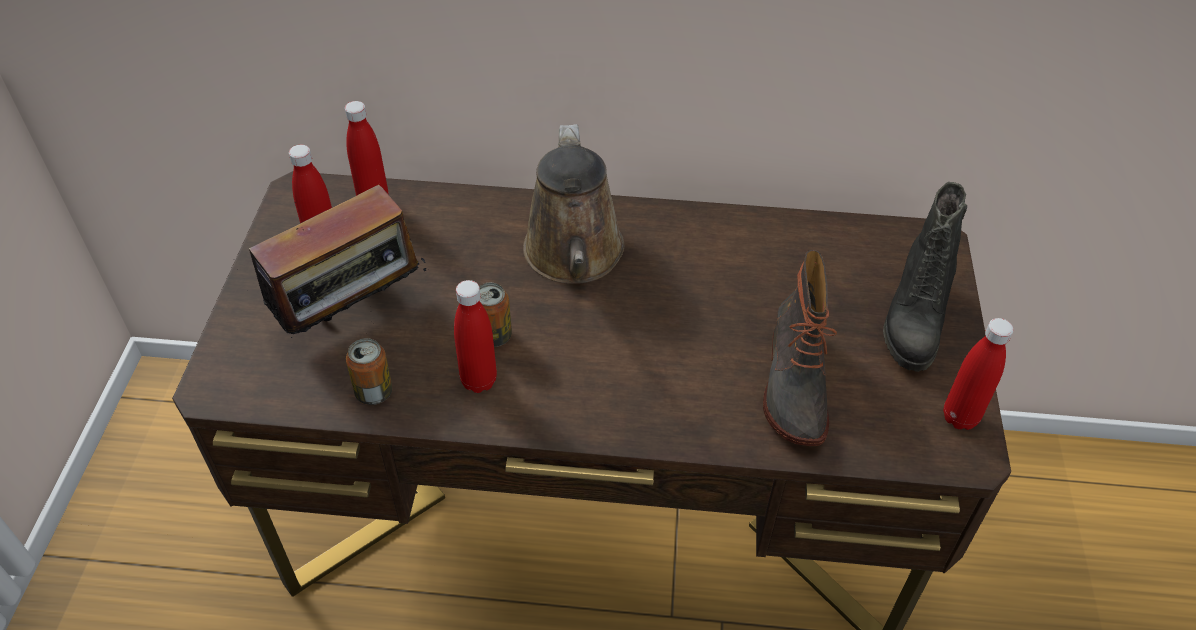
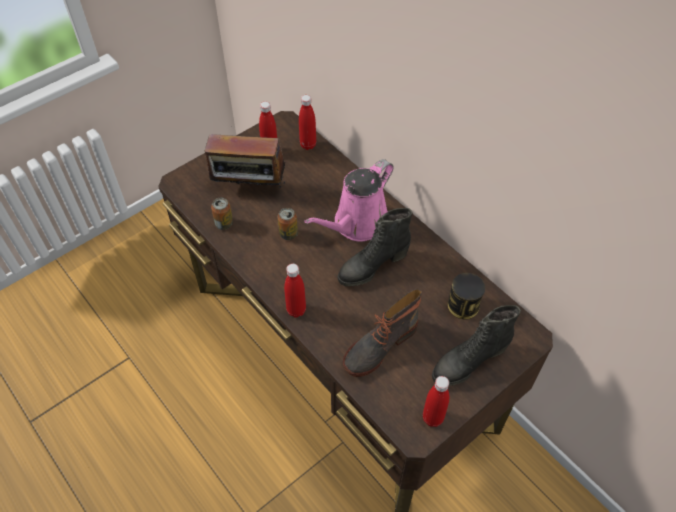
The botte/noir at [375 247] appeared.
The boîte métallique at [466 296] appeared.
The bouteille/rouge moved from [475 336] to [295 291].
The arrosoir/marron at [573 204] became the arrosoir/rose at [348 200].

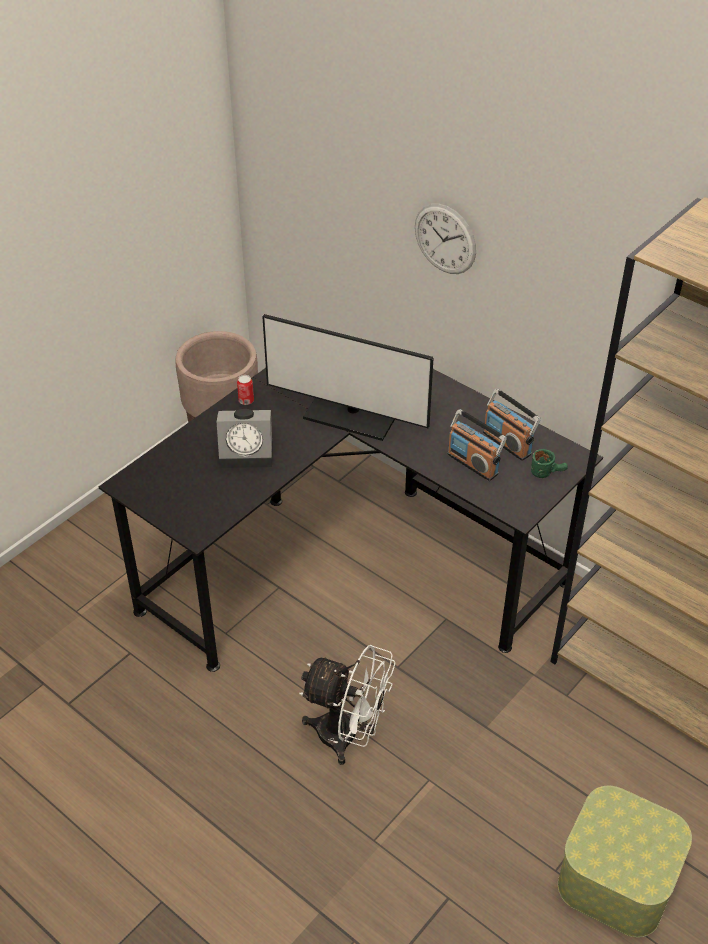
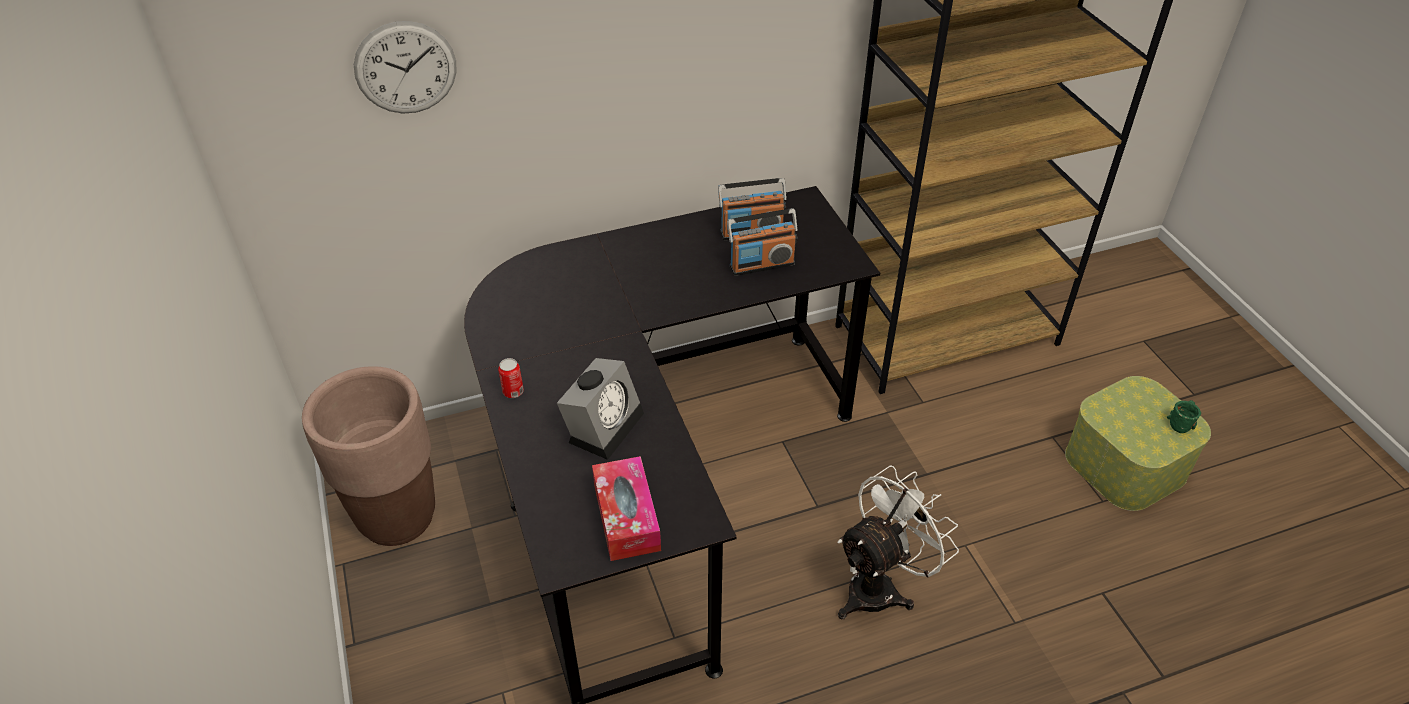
The écran d'ordinateur at [348 377] disappeared.
The boîte à mouchoirs at [626 508] appeared.
The horloge murale moved from [445 239] to [405 67].
The mug/vert moved from [549 463] to [1184 416].

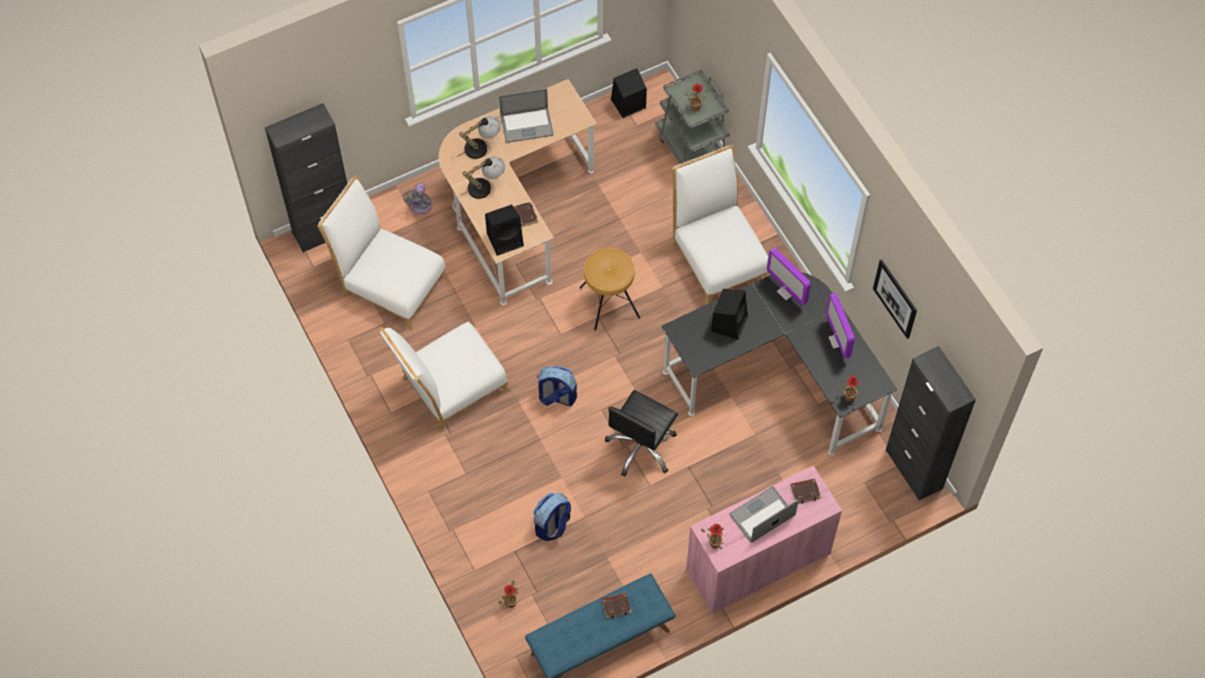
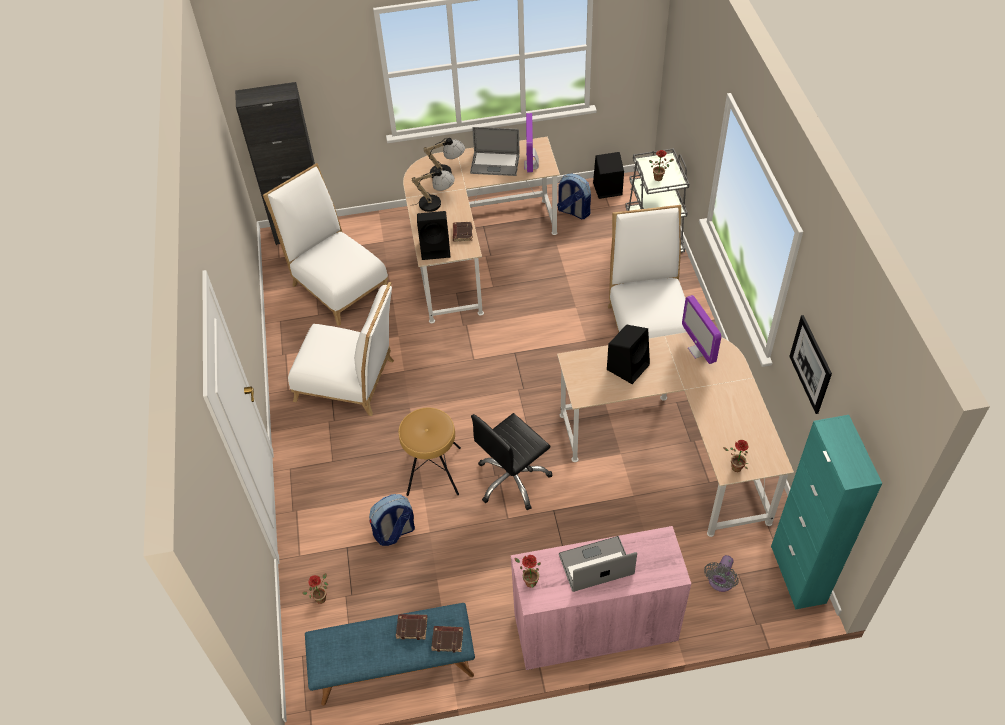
The ventilateur/gris moved from [417 198] to [721 573].
The sac à dos moved from [557 386] to [574 196].
The tabouret/marron moved from [610 289] to [430 451].
The livre/marron moved from [805 491] to [447 639].
The écran d'ordinateur moved from [840 325] to [531 142].
The bureau/noir at [779 363] became the bureau/beige at [675 434].
The meuble de rangement/noir at [931 423] became the meuble de rangement/turquoise at [826 512].
The chaise/blanc at [445 377] turned 150 degrees counterclockwise.

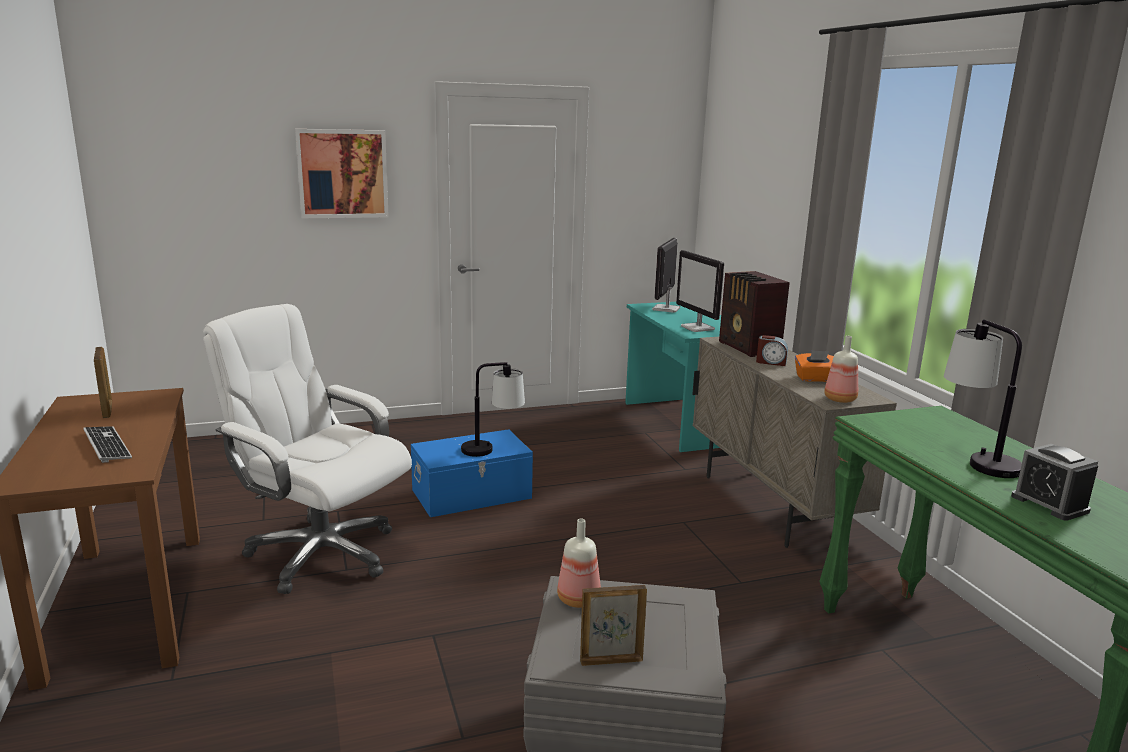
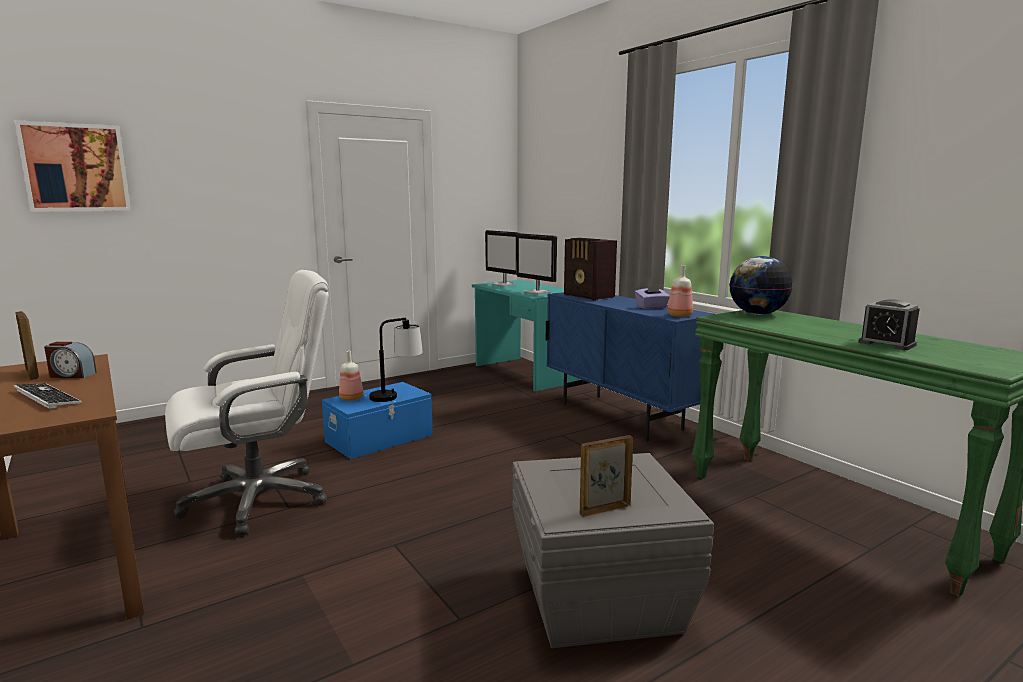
The lampe de table at [983 398] disappeared.
The globe at [761 285] appeared.
The tableau moved from [342 173] to [72 166].
The bouteille moved from [579 563] to [351 376].
The réveil moved from [772 350] to [70 360].
The meuble de rangement/beige at [794 442] became the meuble de rangement/bleu at [630 367].
The boîte à mouchoirs/orange at [814 366] became the boîte à mouchoirs/violet at [652 296].
The chaise de bureau/blanc at [307 449] turned 135 degrees clockwise.
The écran d'ordinateur at [666 275] turned 45 degrees counterclockwise.

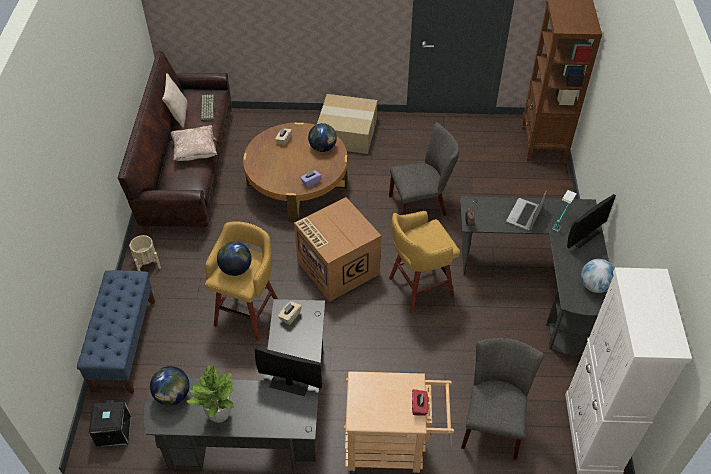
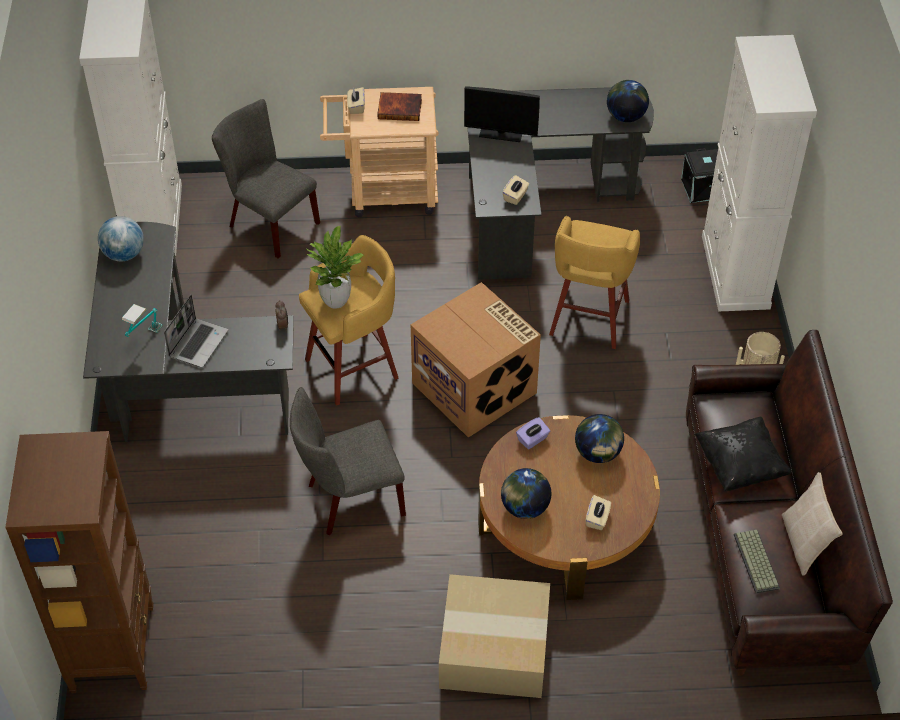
The écran d'ordinateur at [591 221] disappeared.
The livre at [399 106] appeared.
The plante en pot moved from [210 394] to [335 267].
The globe moved from [234 259] to [599 438].
The banc/bleu at [116 332] was replaced by the meuble de rangement/blanc at [759 173].
The coussin/beige at [194 143] became the coussin/noir at [743 454].
The boîte à mouchoirs/rouge at [420 402] became the boîte à mouchoirs/beige at [356 100].
The chaise/gris at [502 399] turned 120 degrees clockwise.

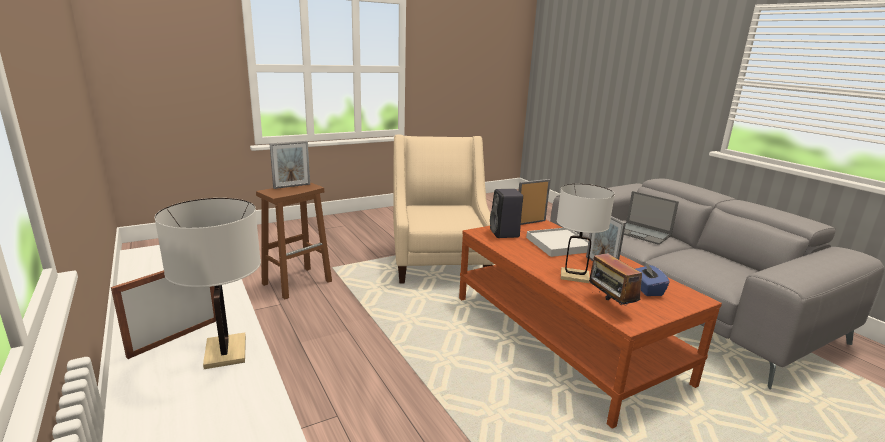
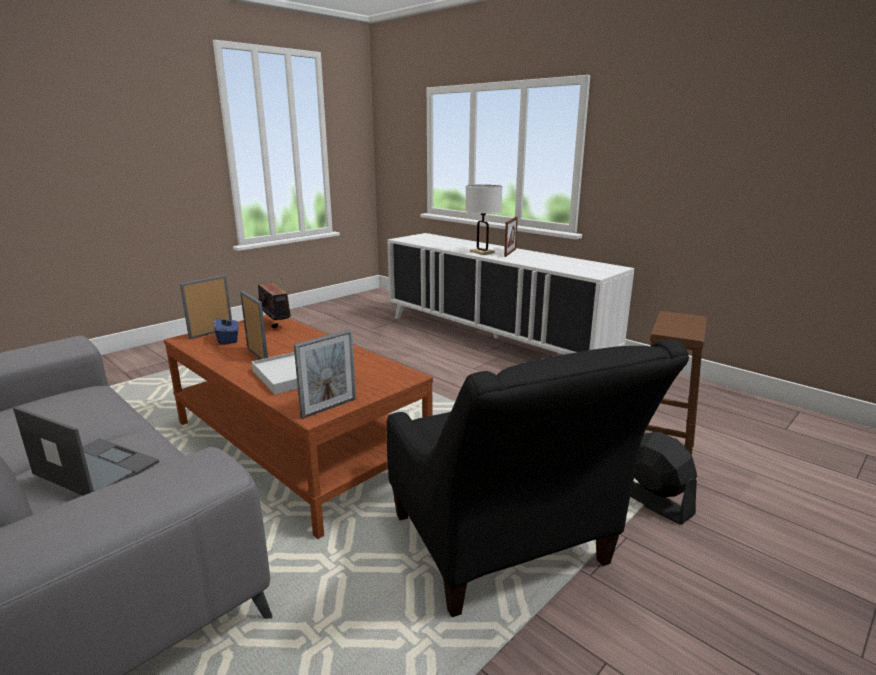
The enceinte/noir at [506 213] disappeared.
The lampe de table/blanc at [586 233] disappeared.
The ventilateur/noir at [663 478] appeared.
The cadre photo moved from [290 165] to [206 307].
The fauteuil/beige at [443 209] became the fauteuil/noir at [538 478].

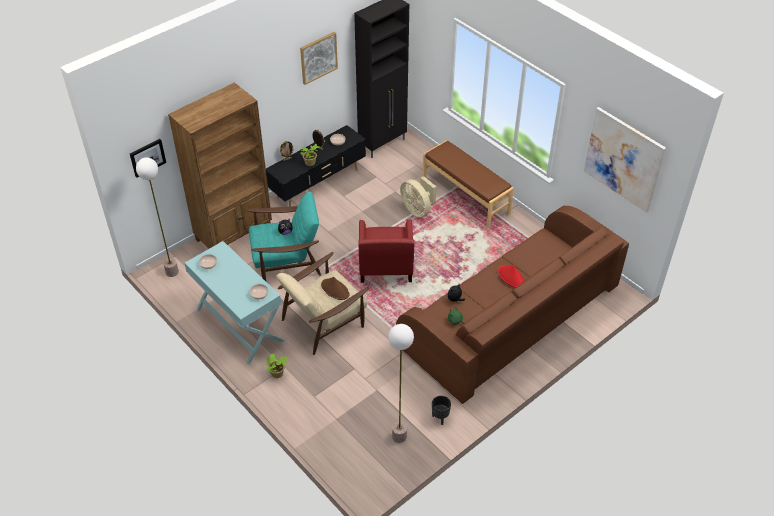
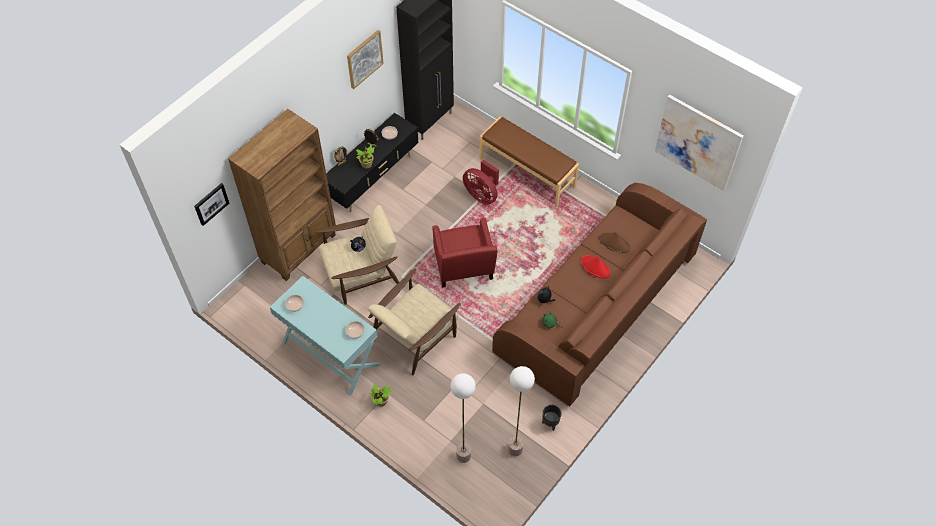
The lampadaire moved from [157 217] to [463 418].
The chapeau/marron moved from [335 288] to [614 242].
The fauteuil/turquoise at [283 236] became the fauteuil/beige at [356 255].
The ventilateur/beige at [418 196] became the ventilateur/rouge at [481 182].

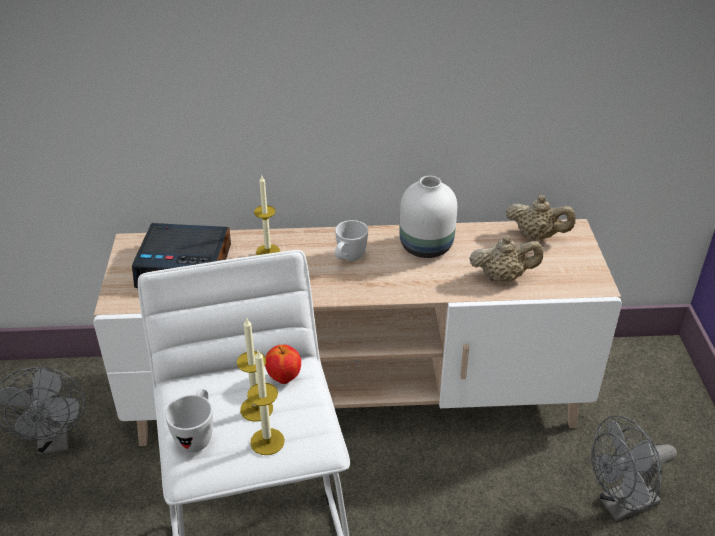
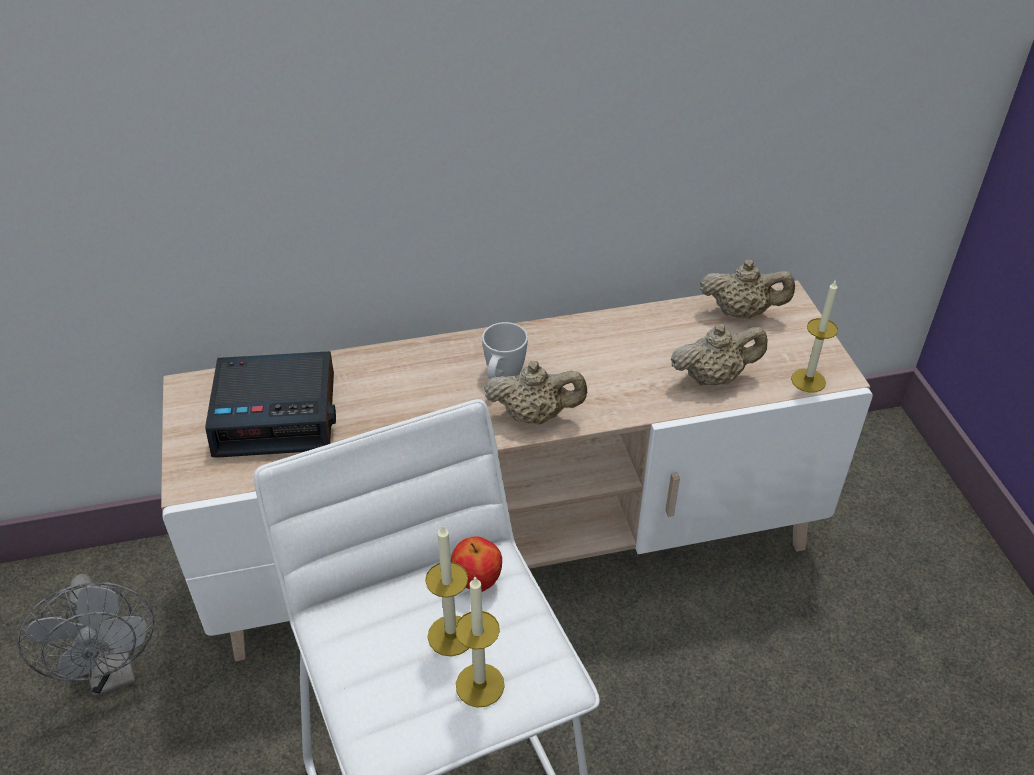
The mug/blanc at [189 420] disappeared.
The vase/blanc at [428 217] disappeared.
The ventilateur/gris at [634 468] disappeared.
The théière/beige at [535 392] appeared.
The bougie moved from [267 215] to [814 336].

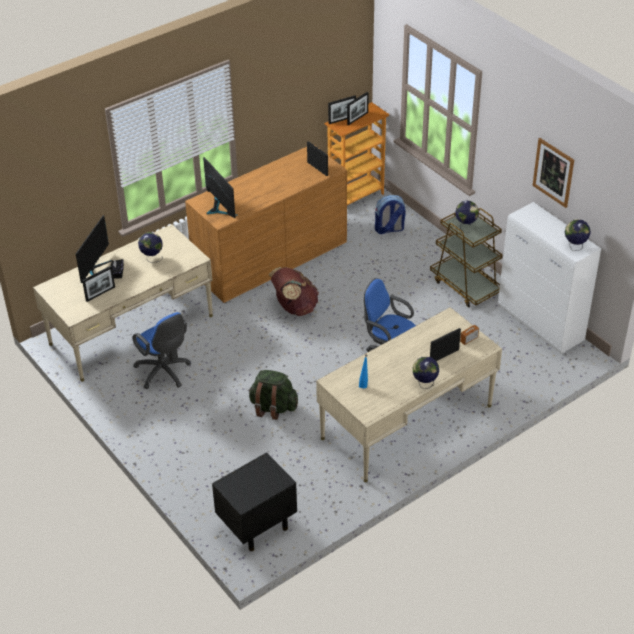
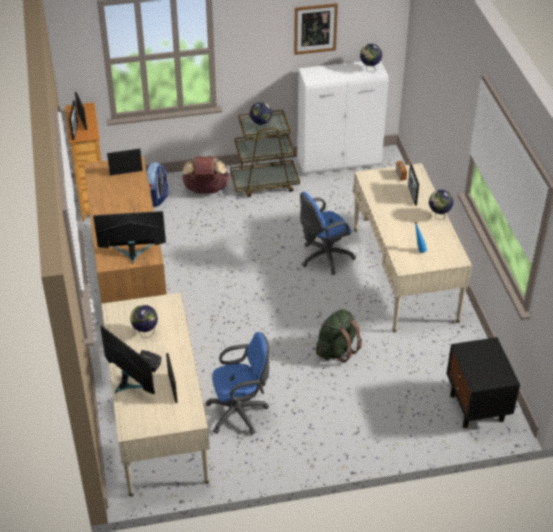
The sac à dos/marron moved from [293 291] to [205 175].

